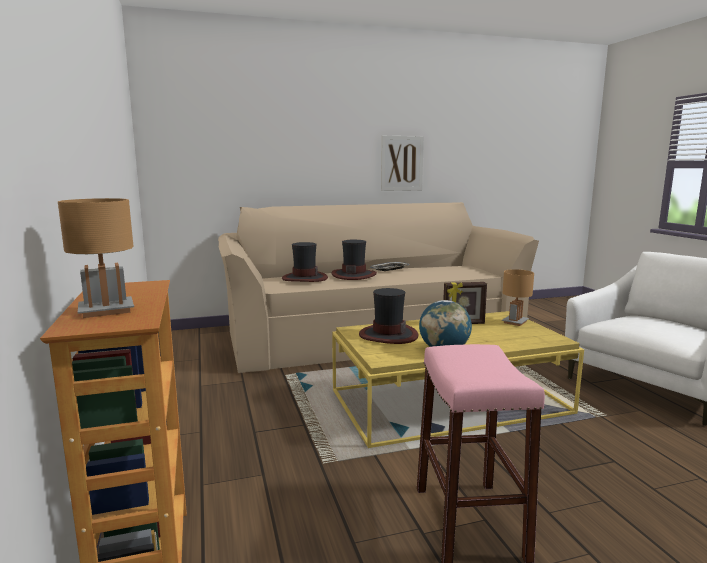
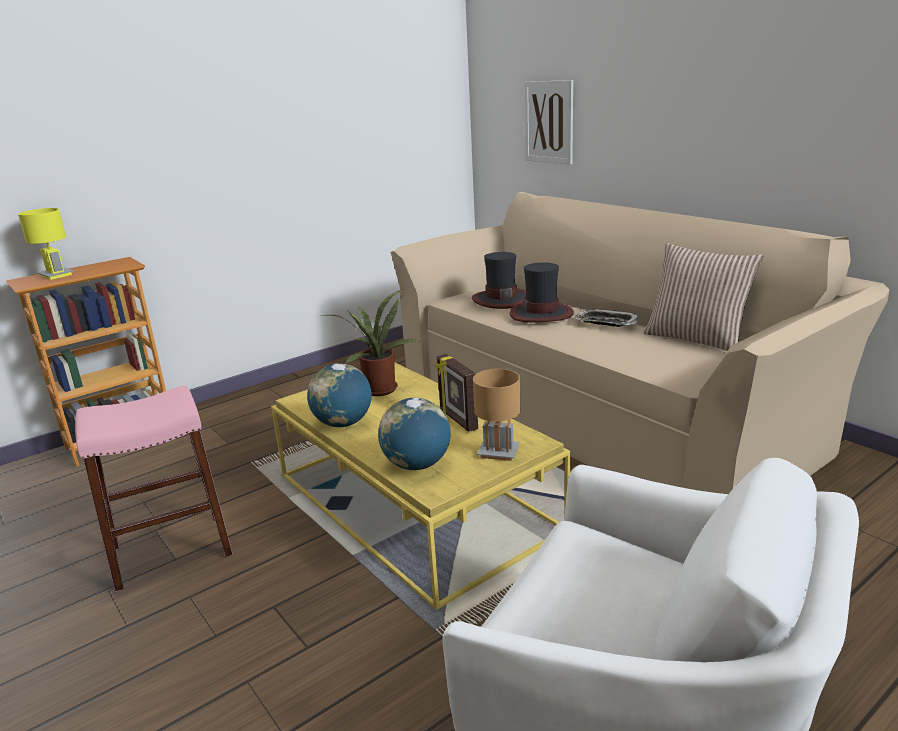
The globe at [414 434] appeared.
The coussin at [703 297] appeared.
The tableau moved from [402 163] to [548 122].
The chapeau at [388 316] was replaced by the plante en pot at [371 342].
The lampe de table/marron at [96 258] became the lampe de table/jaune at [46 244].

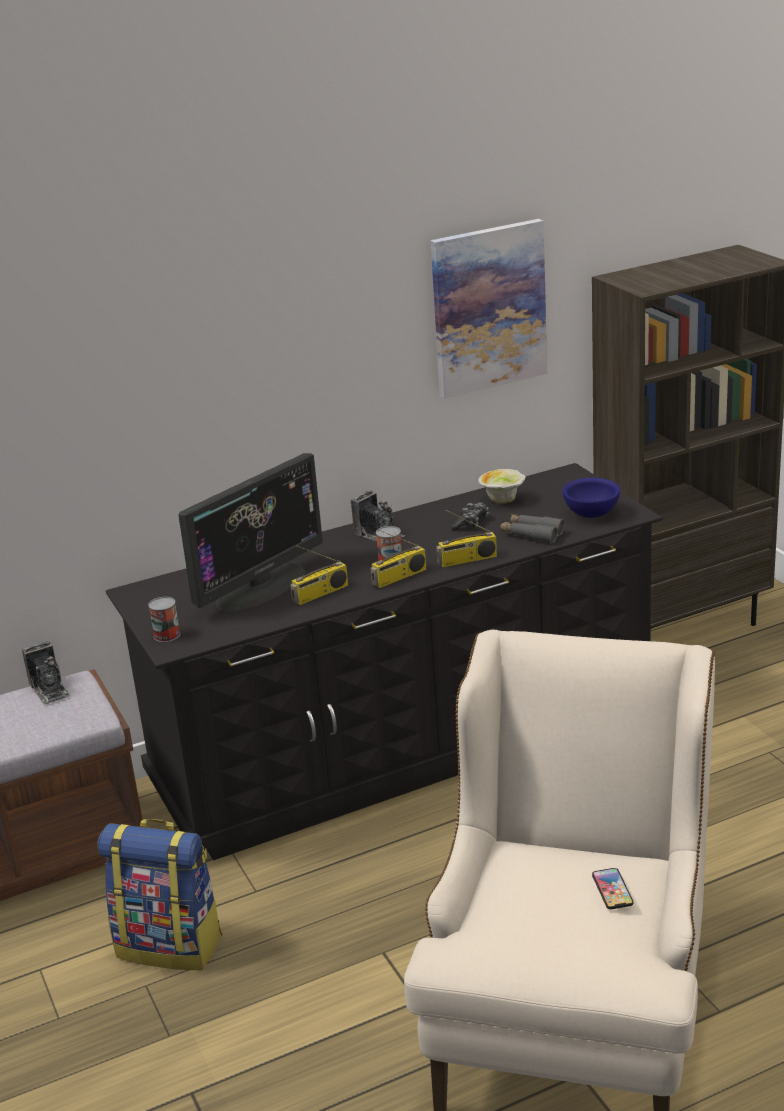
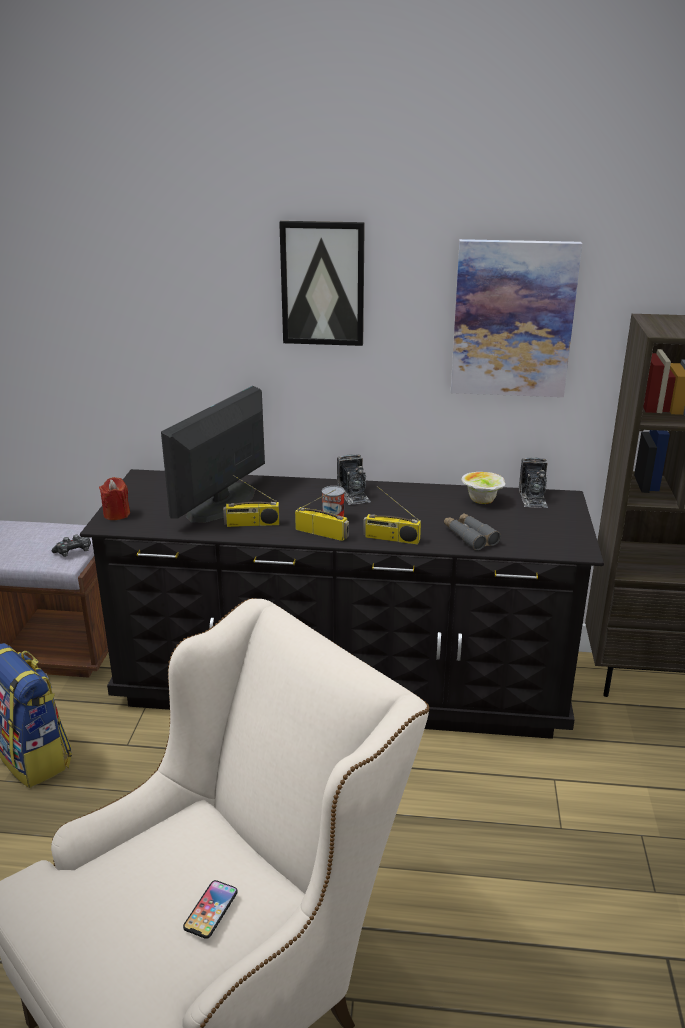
The bol/bleu at [591 498] disappeared.
The tableau at [322 283] appeared.
The appareil photo moved from [46 673] to [533 482].
The manette moved from [470 516] to [71 546].
The boîte métallique at [164 619] was replaced by the bougie/rouge at [114 498].
The écran d'ordinateur at [250 532] turned 135 degrees clockwise.
The radio at [398 558] turned 150 degrees counterclockwise.

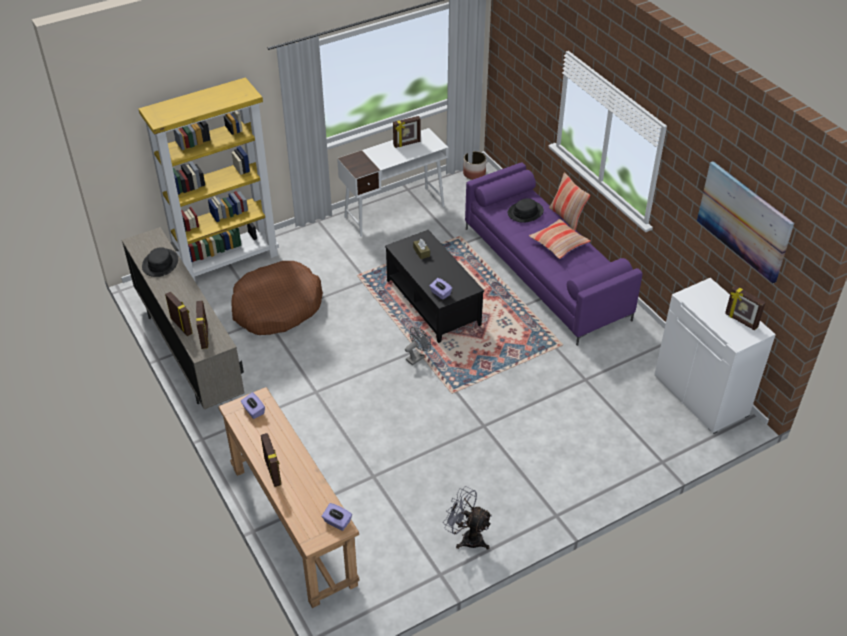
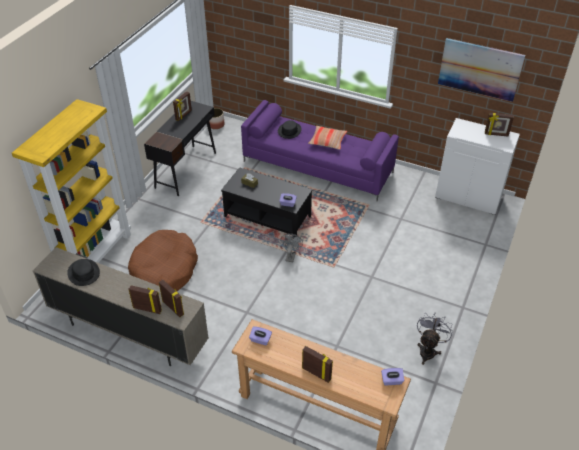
The coussin at [569 202] disappeared.
The bureau/blanc at [393 182] became the bureau/noir at [180 148].
The ventilateur/gris at [468 518] turned 120 degrees clockwise.

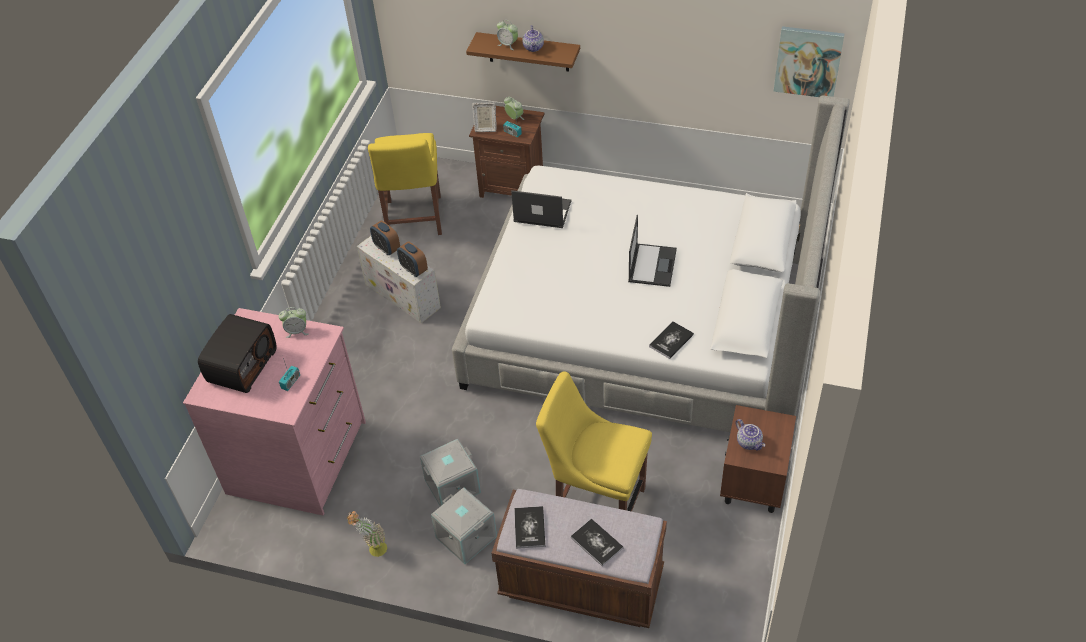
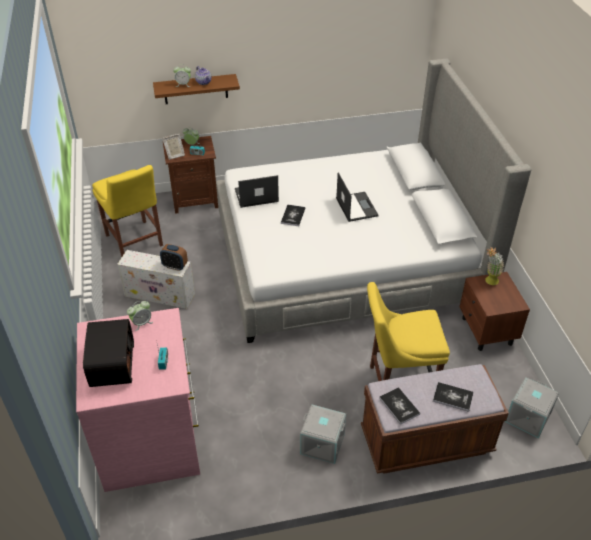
The réveil at [385 238] disappeared.
The théière at [750 434] disappeared.
The tableau at [809 61] disappeared.
The plante en pot moved from [367 534] to [494 266].
The boîte de rangement/gris moved from [450 472] to [532 407].
The livre moved from [671 340] to [293 215].

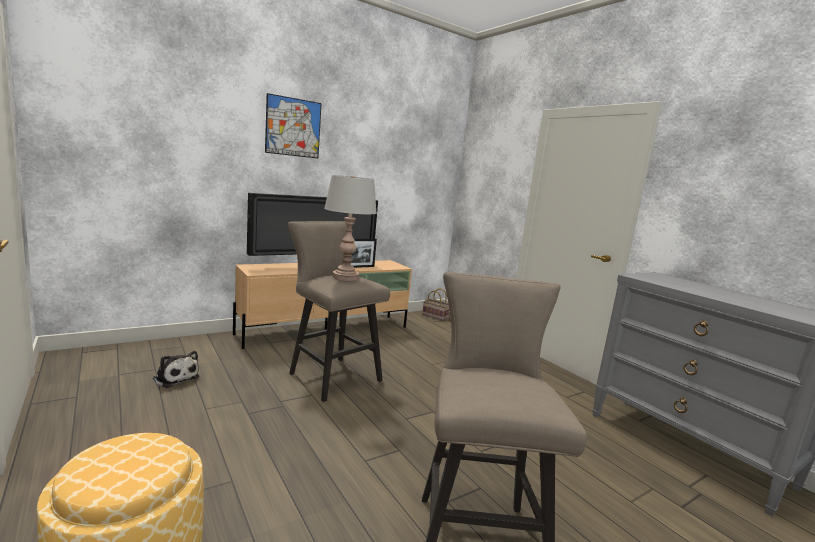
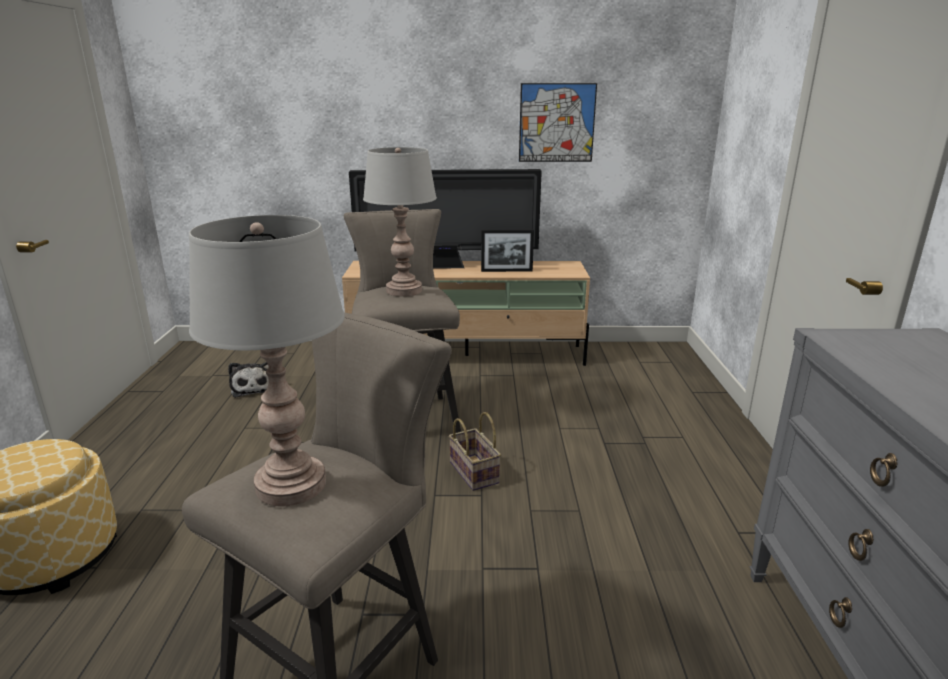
The lampe de table/gris at [267 360] appeared.
The tableau moved from [293 126] to [558 122].
The panier moved from [435 304] to [475 451].

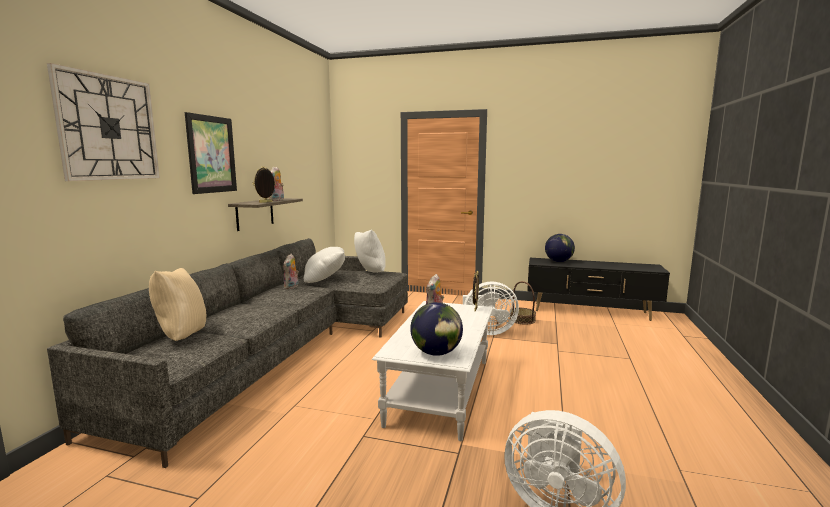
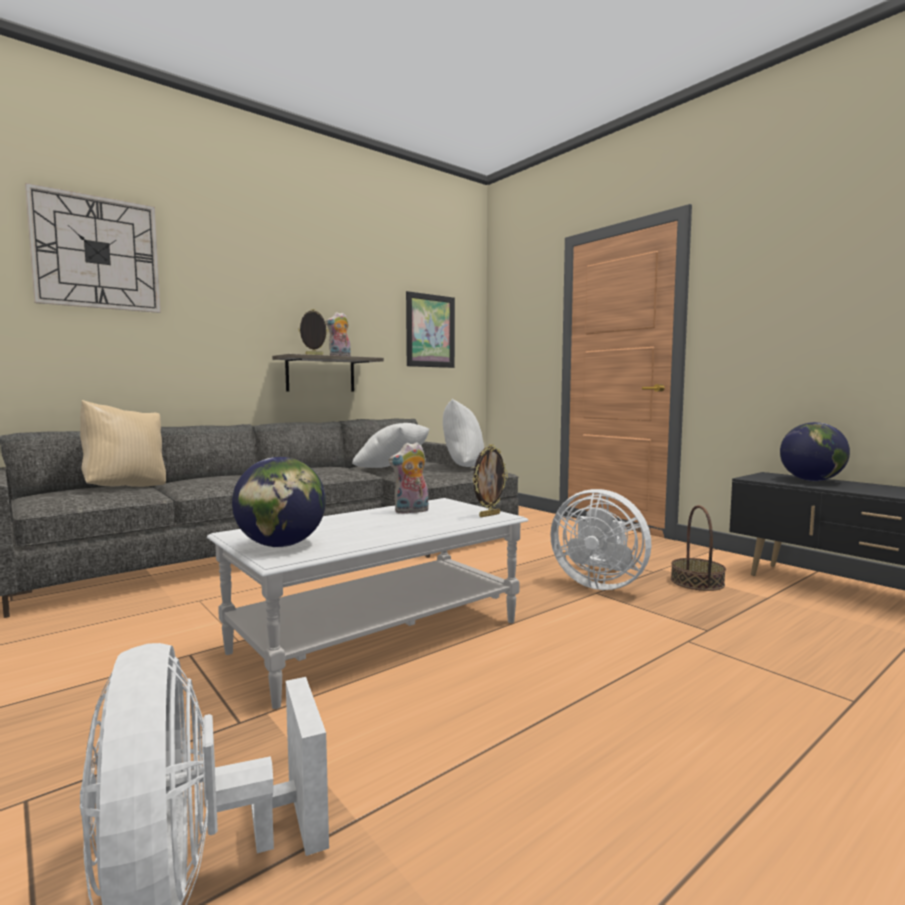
The peluche at [291 271] disappeared.
The tableau moved from [211 153] to [430 329].

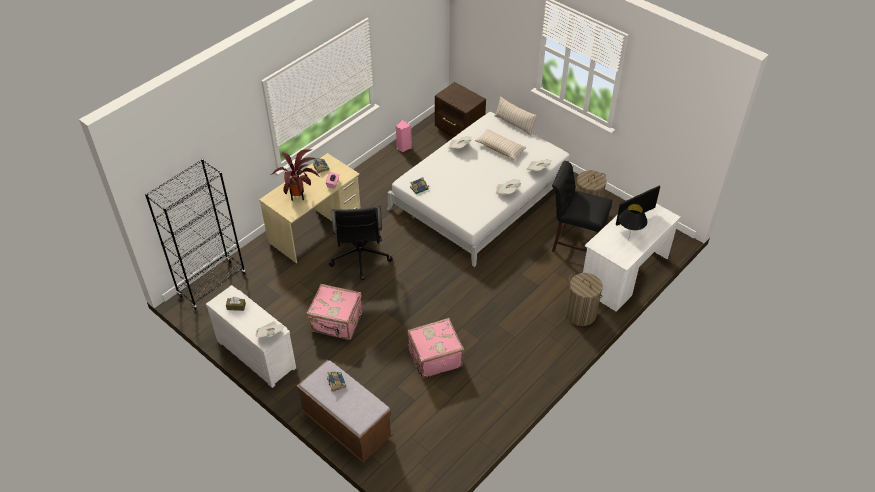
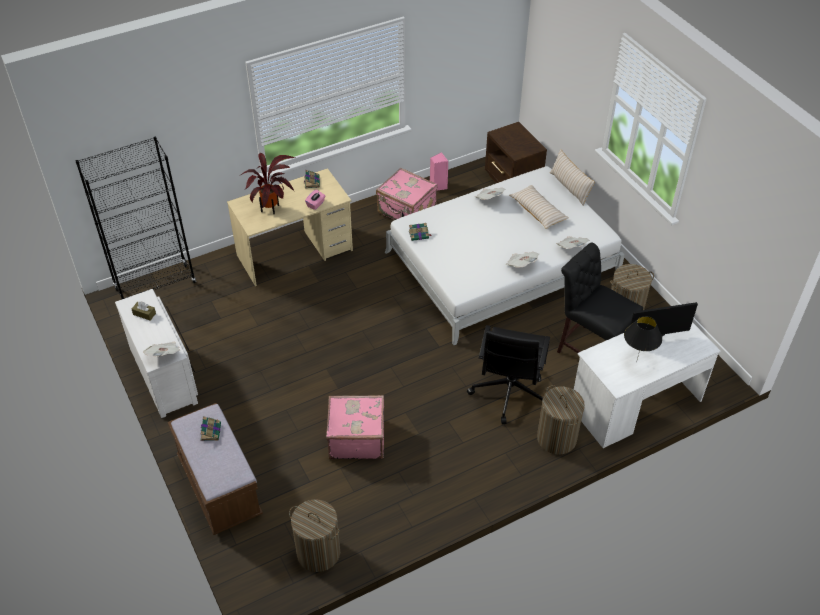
The panier à linge at [314 535] appeared.
The valise/rose moved from [334 312] to [406 194].
The chaise de bureau/noir moved from [361 243] to [508 374].

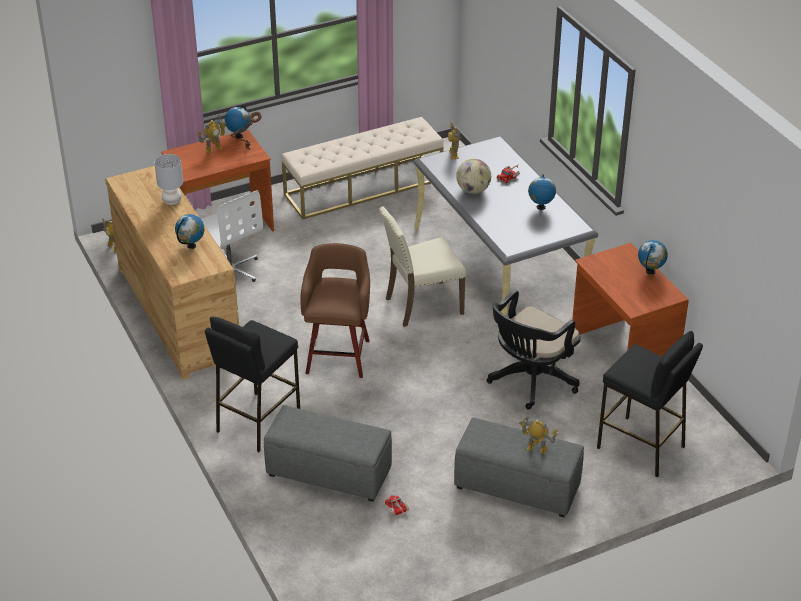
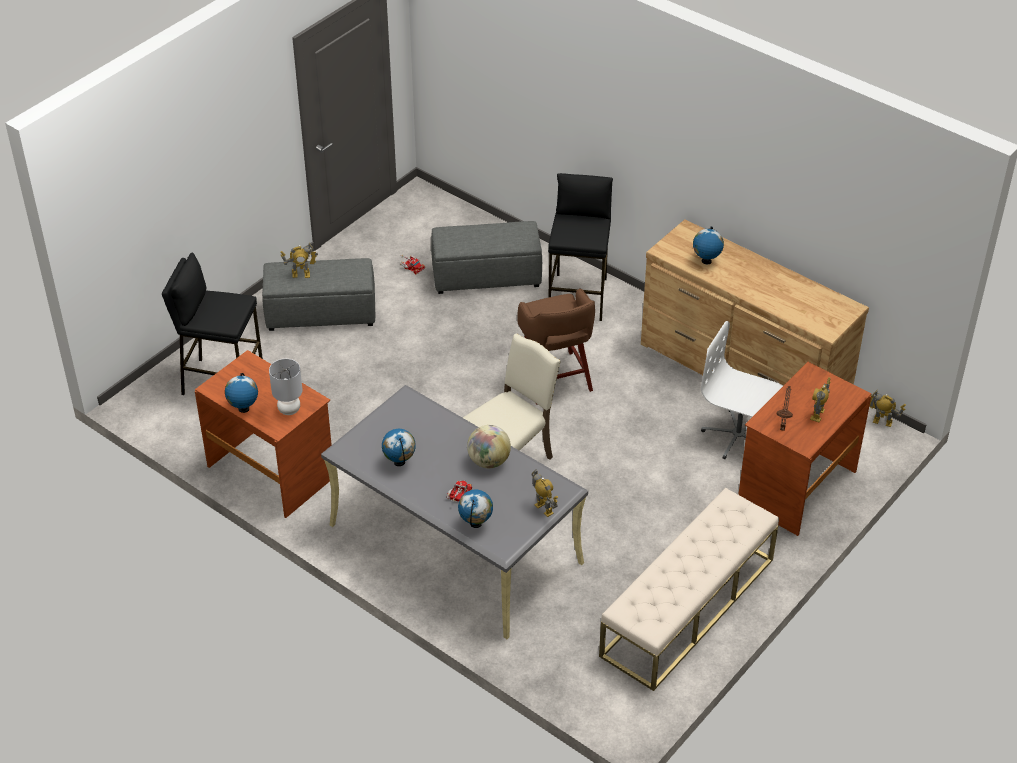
The chaise de bureau/noir at [534 349] disappeared.
The lampe de table/gris moved from [168 179] to [286 387].
The globe moved from [238 121] to [475 508].

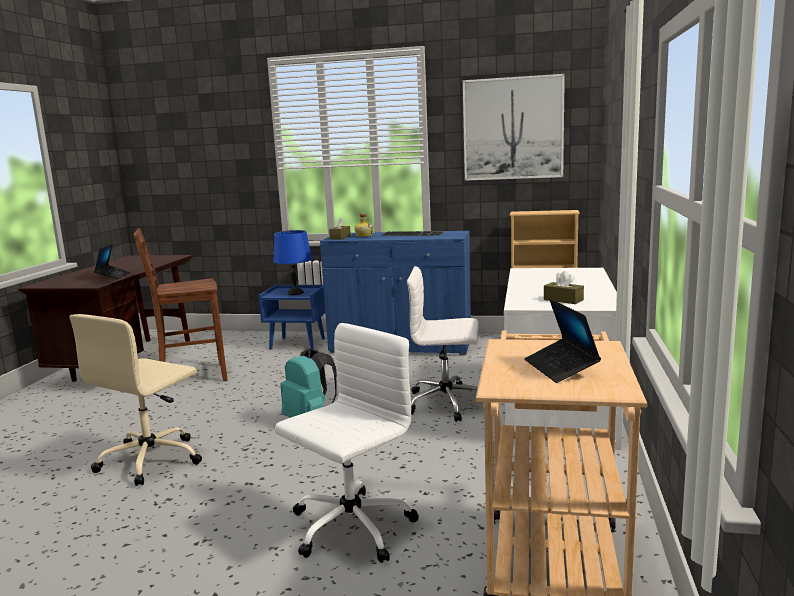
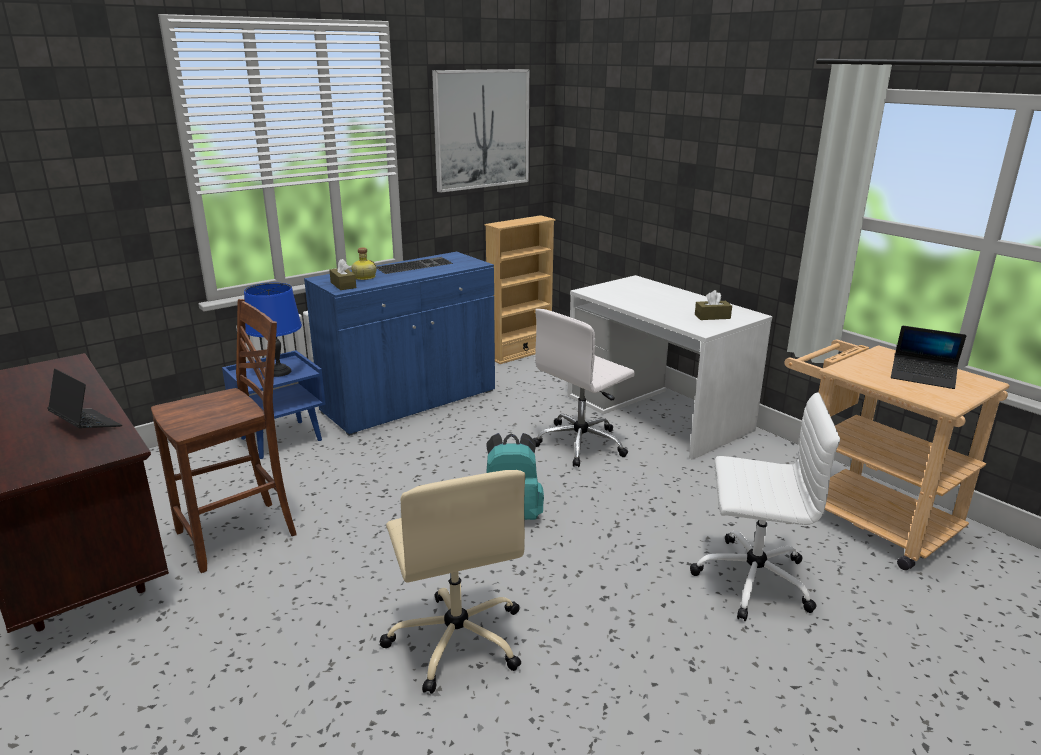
The chaise/marron at [180 304] turned 150 degrees counterclockwise.
The chaise de bureau/blanc at [347 443] turned 105 degrees clockwise.

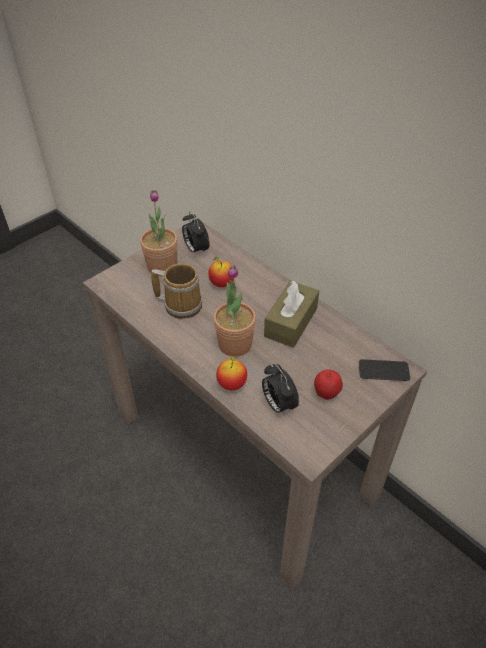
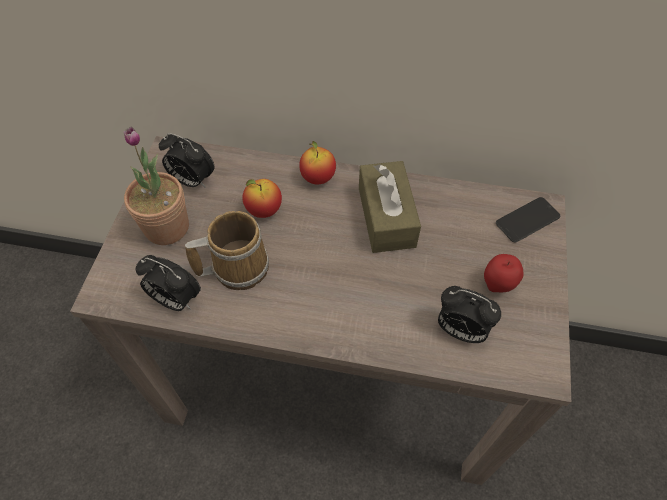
The plante en pot at [234 311] disappeared.
The réveil at [168 283] appeared.
The pomme moved from [231 372] to [317 162].

